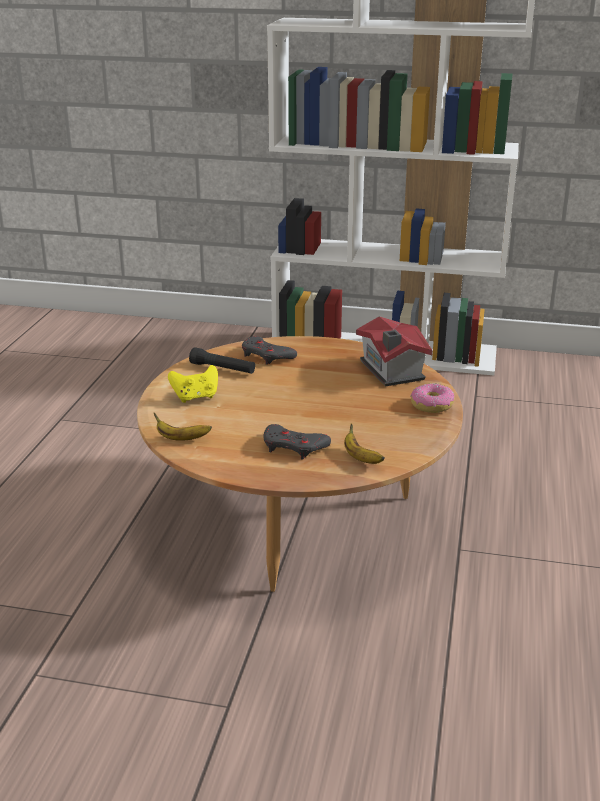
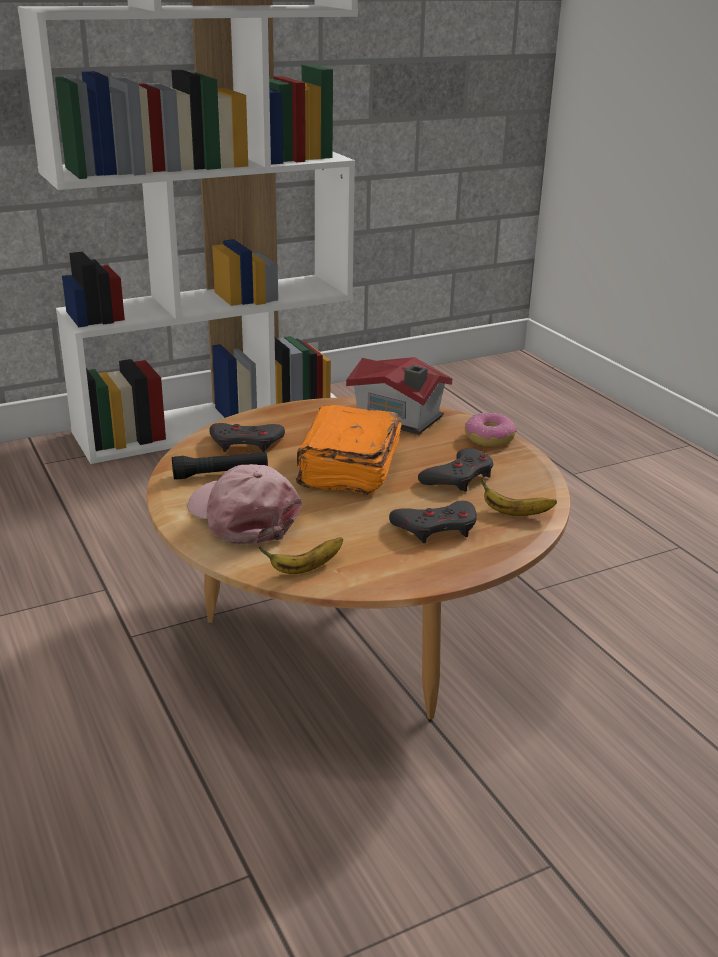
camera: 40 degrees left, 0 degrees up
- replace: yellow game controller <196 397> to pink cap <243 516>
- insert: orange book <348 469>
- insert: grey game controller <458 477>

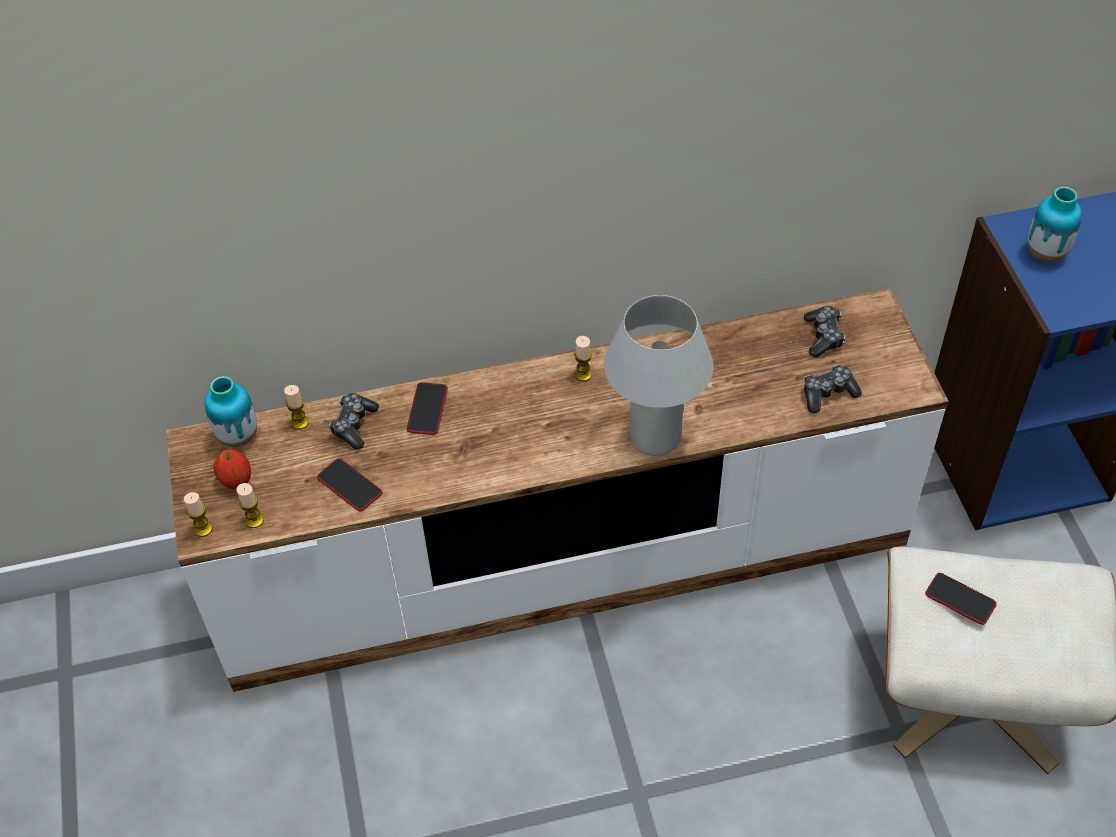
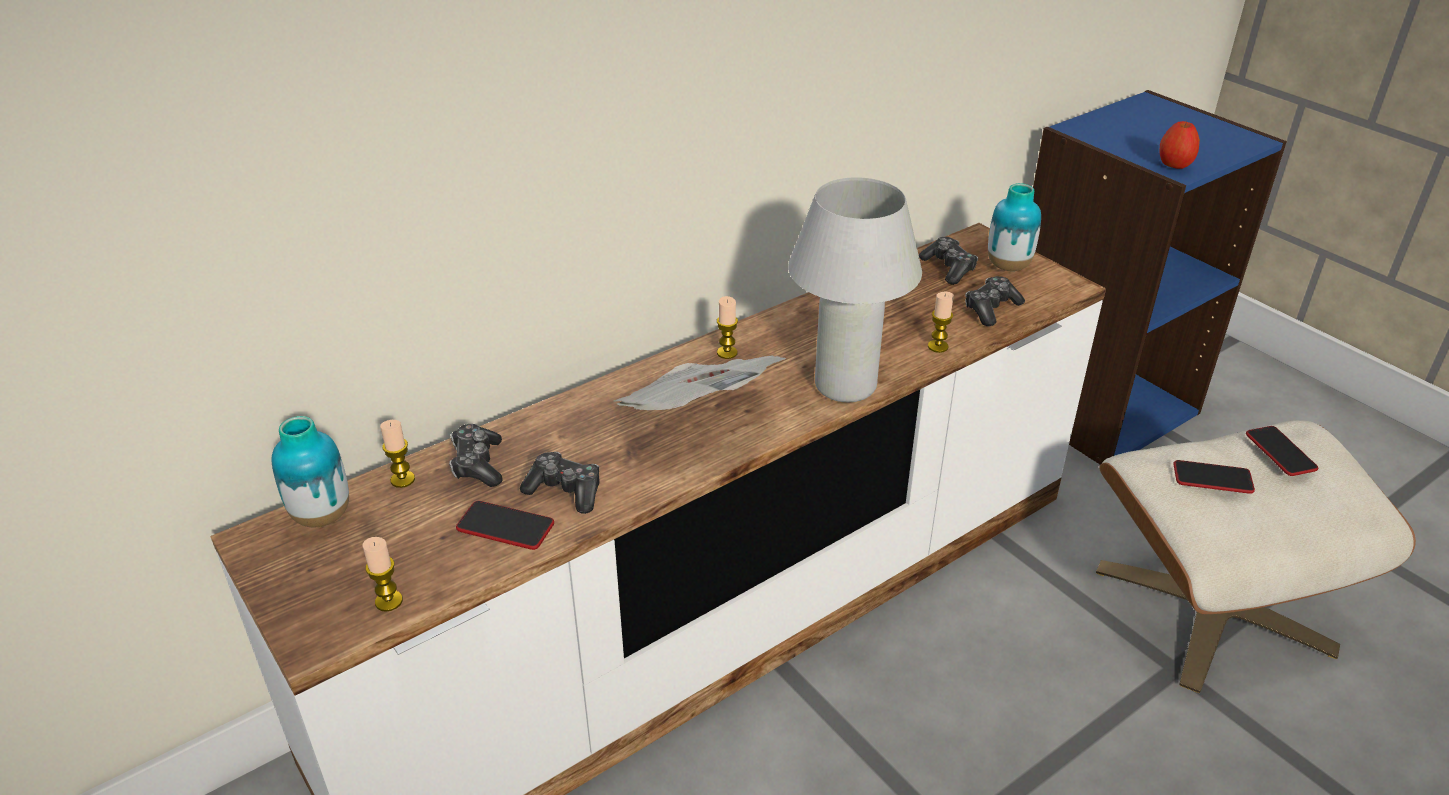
camera: 25 degrees left, 15 degrees down
- move: vase <1045 253> to <1008 266>
- move: phone <427 409> to <1280 452>
- move: apple <236 481> to <1174 165>
- move: candle <203 529> to <938 346>
- insert: newspaper <697 417>
- insert: game controller <565 491>

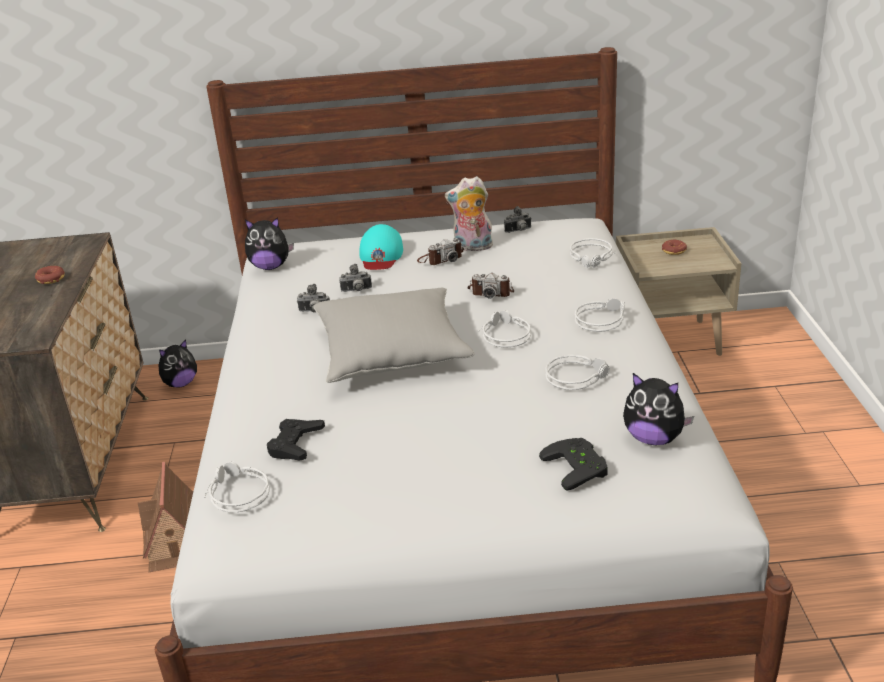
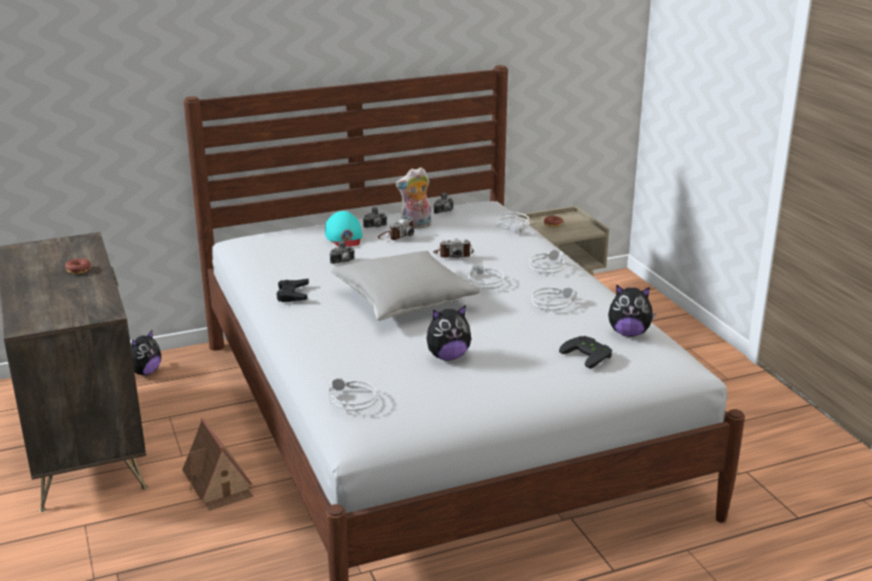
camera: 20 degrees left, 5 degrees down
- move: plush toy <270 266> to <447 356>
- move: photo camera <314 311> to <375 227>
- move: black game controller <295 444> to <292 294>

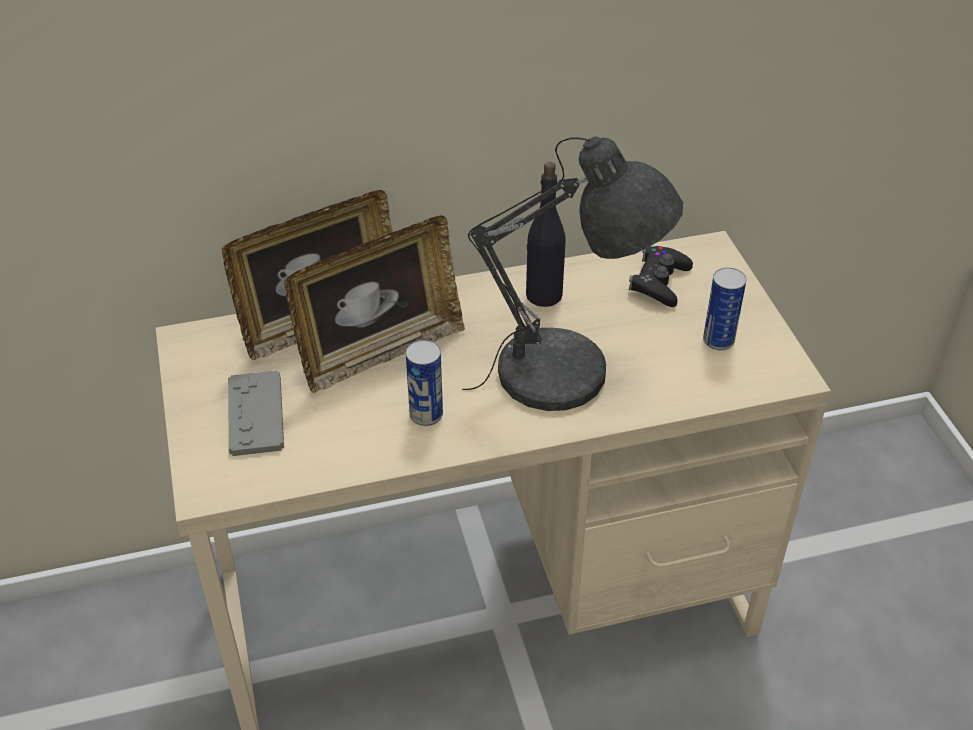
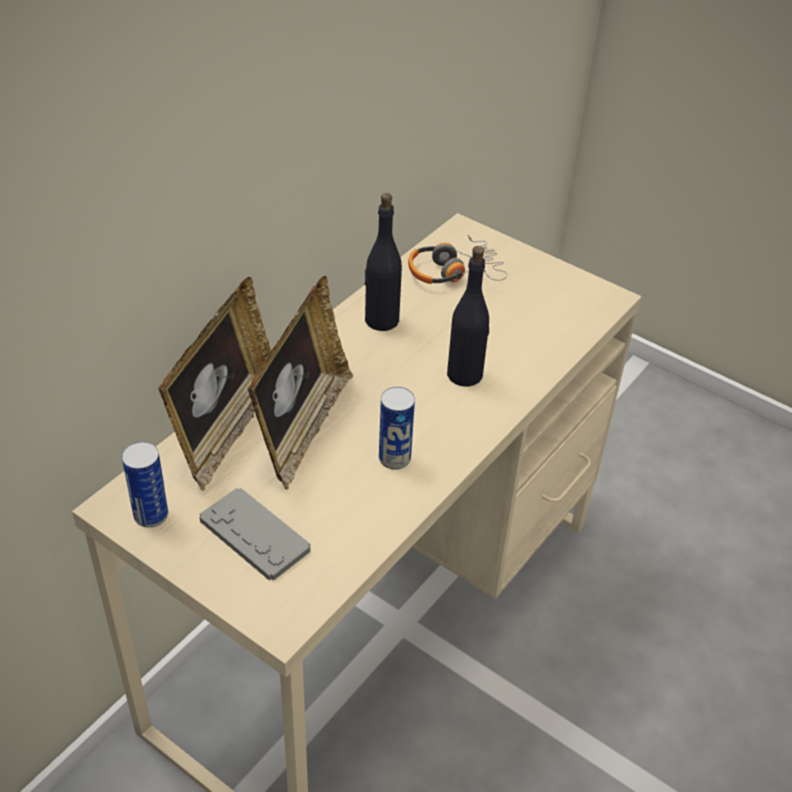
camera: 40 degrees left, 0 degrees up
- replace: grey table lamp <566 377> to black bottle <465 374>
- replace: black game controller <659 282> to headphones <454 271>
- move: can <718 341> to <151 515>

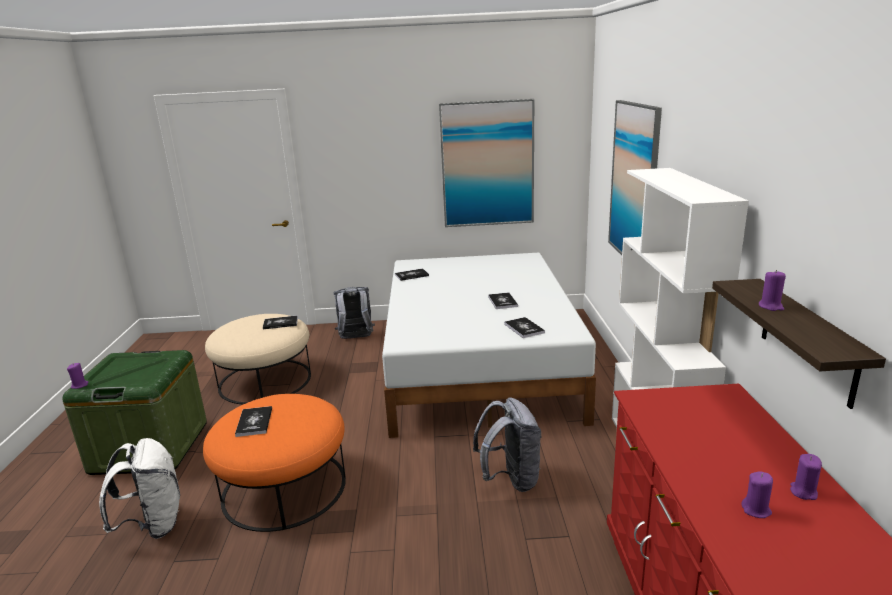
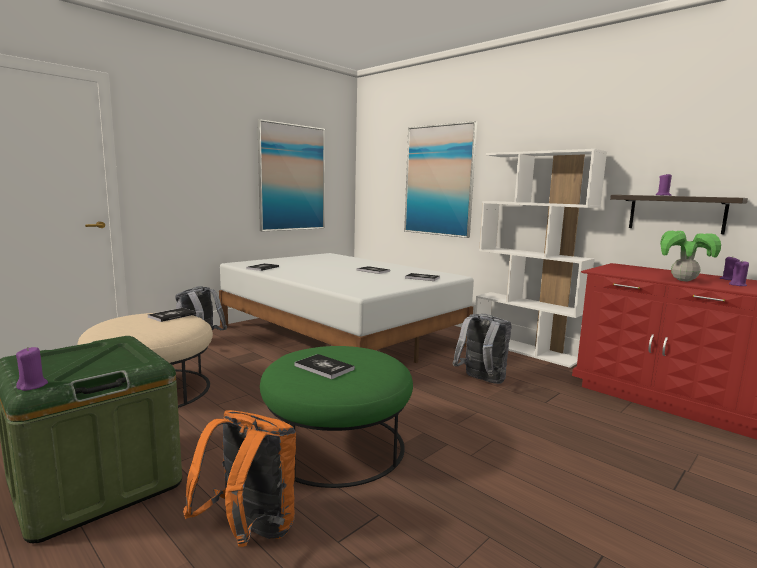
camera: 45 degrees left, 10 degrees down
- recolor: orange ottoman <284 487> to green ottoman <336 445>
- recolor: white backpack <153 525> to orange backpack <250 532>
- insert: potted plant <684 280>

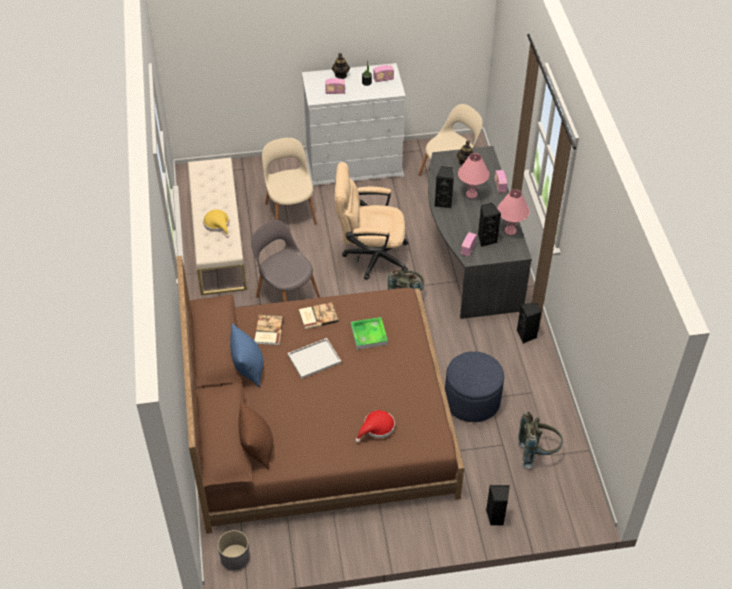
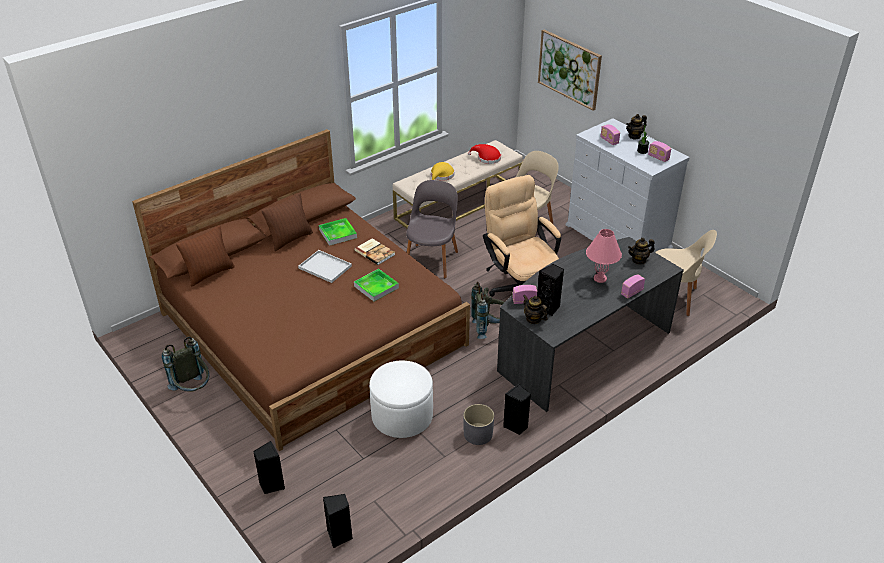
camera: 60 degrees right, 10 degrees down
- move: black speaker <443 202> to <340 536>
- delete: pink table lamp <510 230>
- replace: book <268 331> to tray <338 234>
- recolor: blue pillow <248 369> to brown pillow <290 239>
- recolor: blue ottoman <472 400> to white ottoman <402 416>
- move: red hat <377 428> to <487 158>
- move: grey backpack <537 452> to <193 390>
- move: grey planter <235 557> to <478 433>
- insert: picture <569 69>
- insert: teapot <533 319>

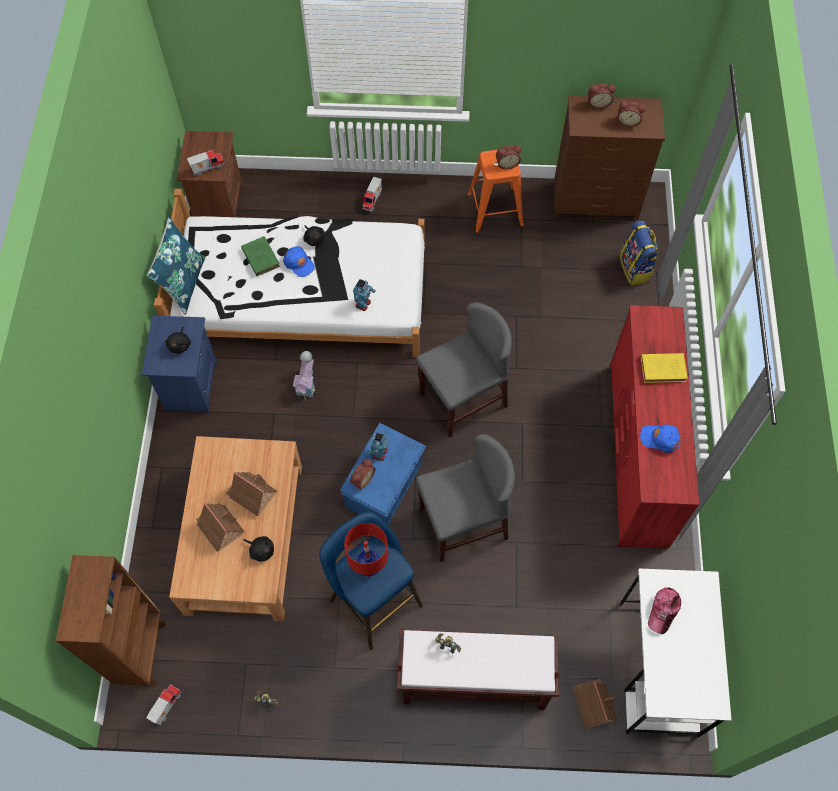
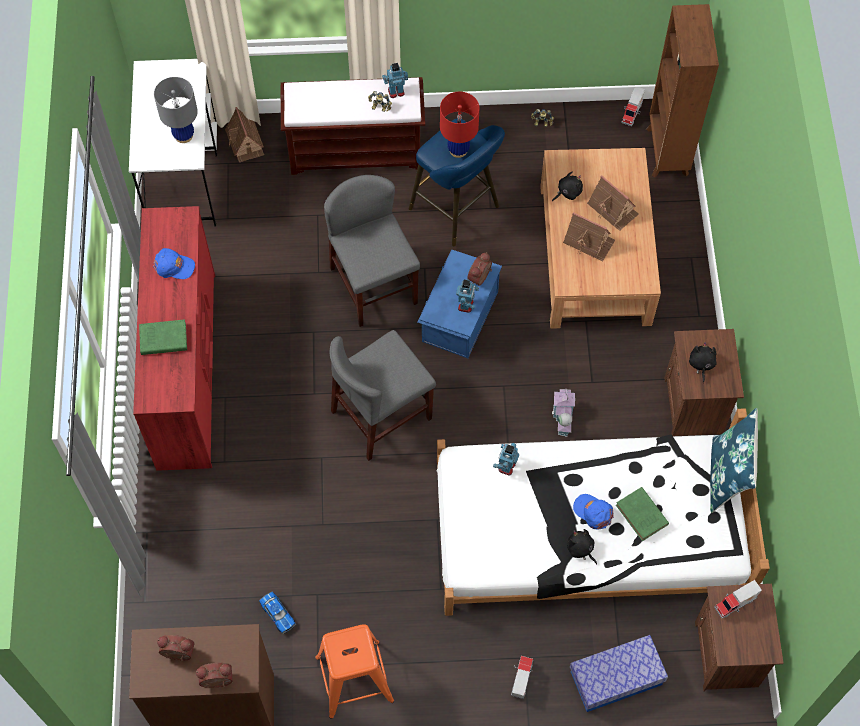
camera: 175 degrees right, 0 degrees up
- delete: alarm clock <507 163>
- delete: backpack <635 268>
- recolor: blue nightstand <189 386> to brown nightstand <694 406>
- recolor: yellow book <664 369> to green book <162 339>
- rotate: grey chair <463 523> = <374 285> 90 degrees clockwise
- rotate: black plush toy <261 550> = <568 192> 120 degrees clockwise
- replace: cap <663 610> to grey table lamp <183 135>
- insert: toy robot <396 91>
- insert: toy car <277 614>
- insert: storage box <616 678>

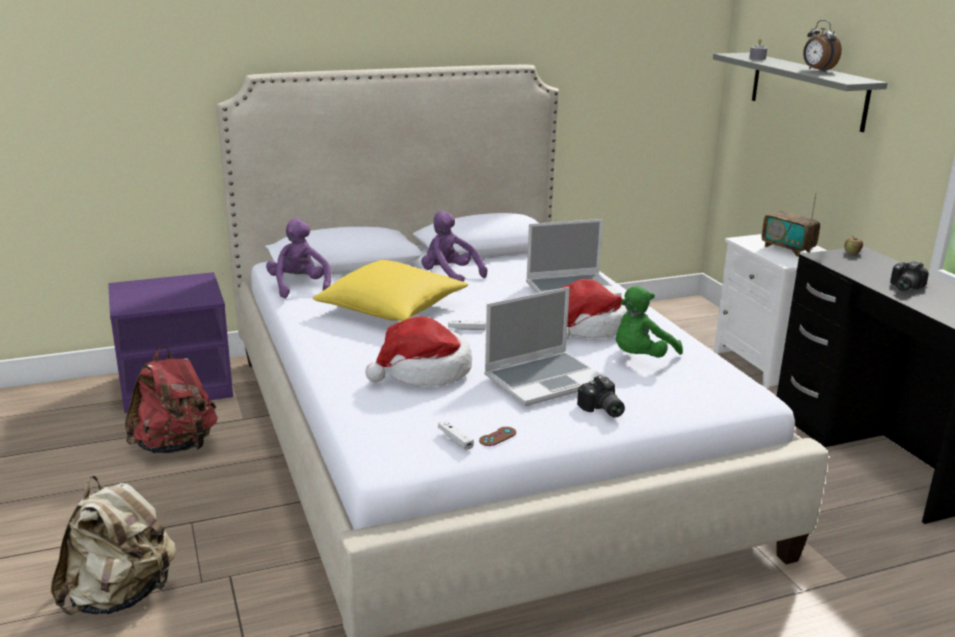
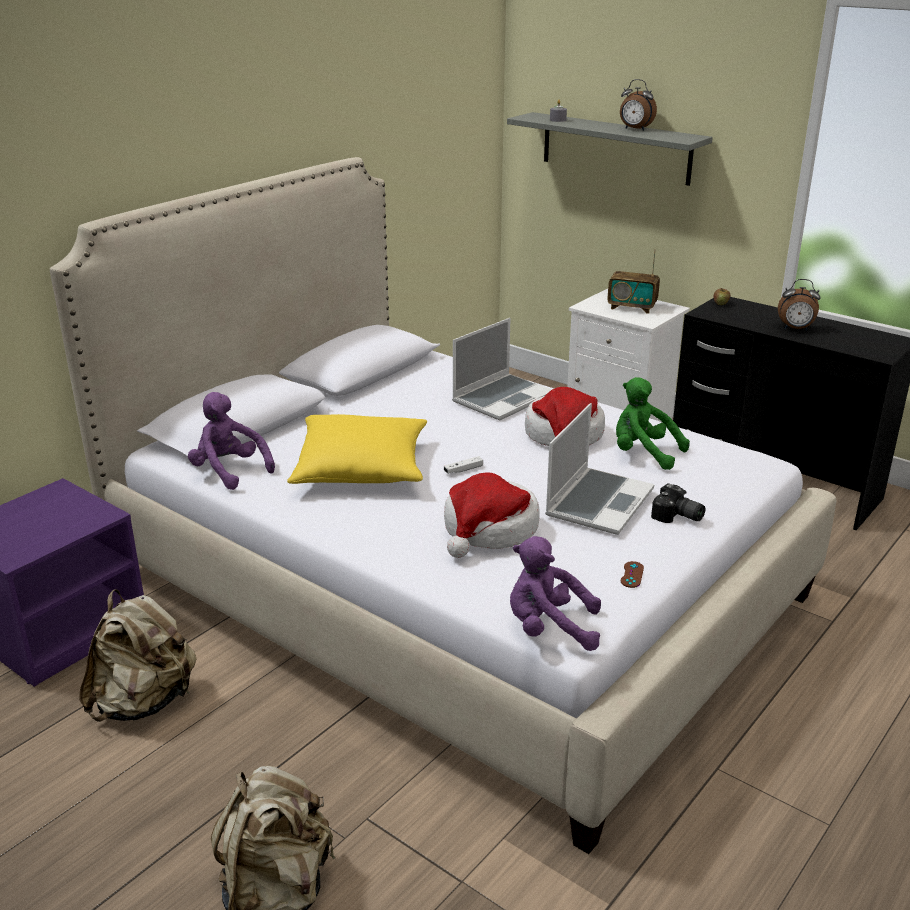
camera: 30 degrees left, 5 degrees up
- move: purple plush toy <449 276> to <549 629>
- replace: photo camera <903 287> to alarm clock <795 329>
- rotate: green plush toy <641 358> = <643 454> 105 degrees clockwise
- recolor: red backpack <176 446> to beige backpack <144 702>
- delete: white game controller <455 439>

